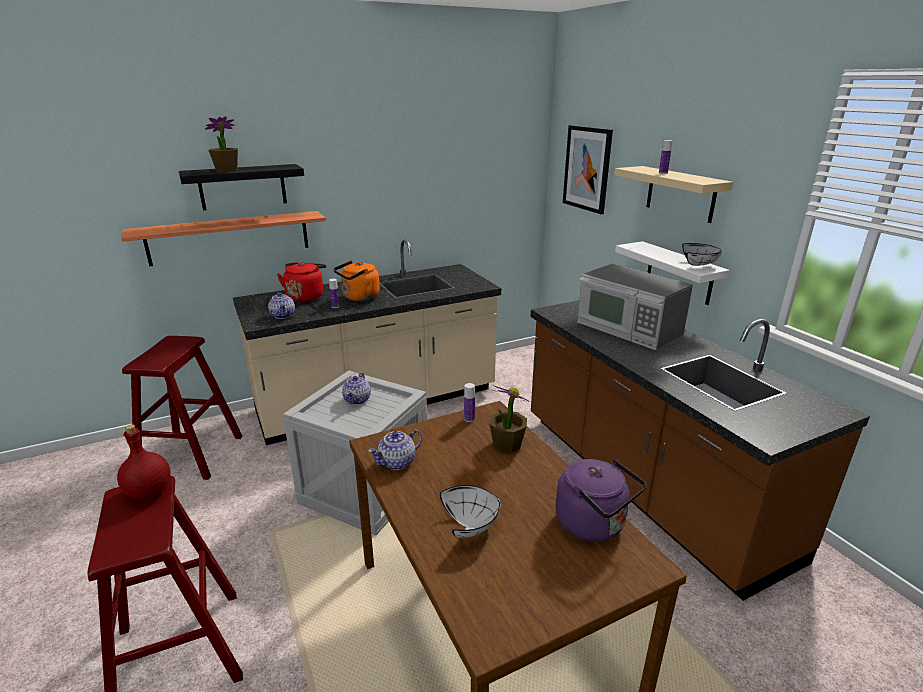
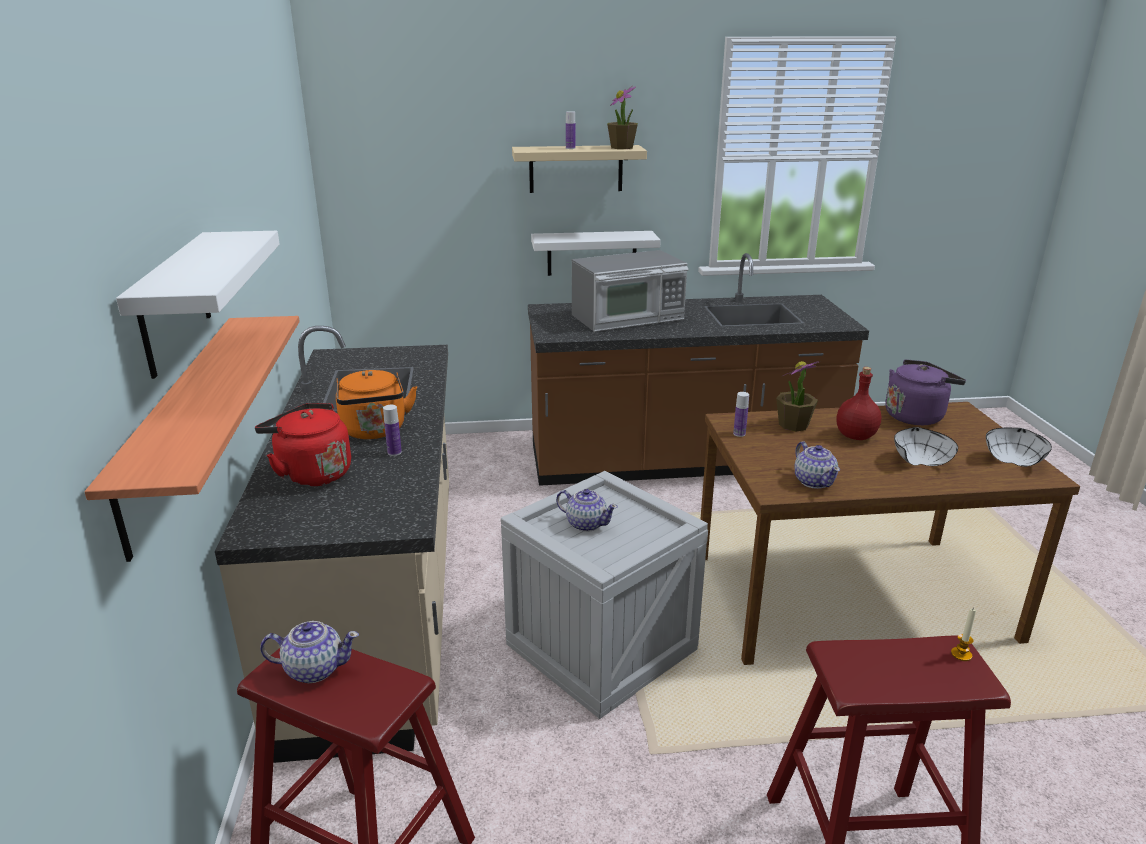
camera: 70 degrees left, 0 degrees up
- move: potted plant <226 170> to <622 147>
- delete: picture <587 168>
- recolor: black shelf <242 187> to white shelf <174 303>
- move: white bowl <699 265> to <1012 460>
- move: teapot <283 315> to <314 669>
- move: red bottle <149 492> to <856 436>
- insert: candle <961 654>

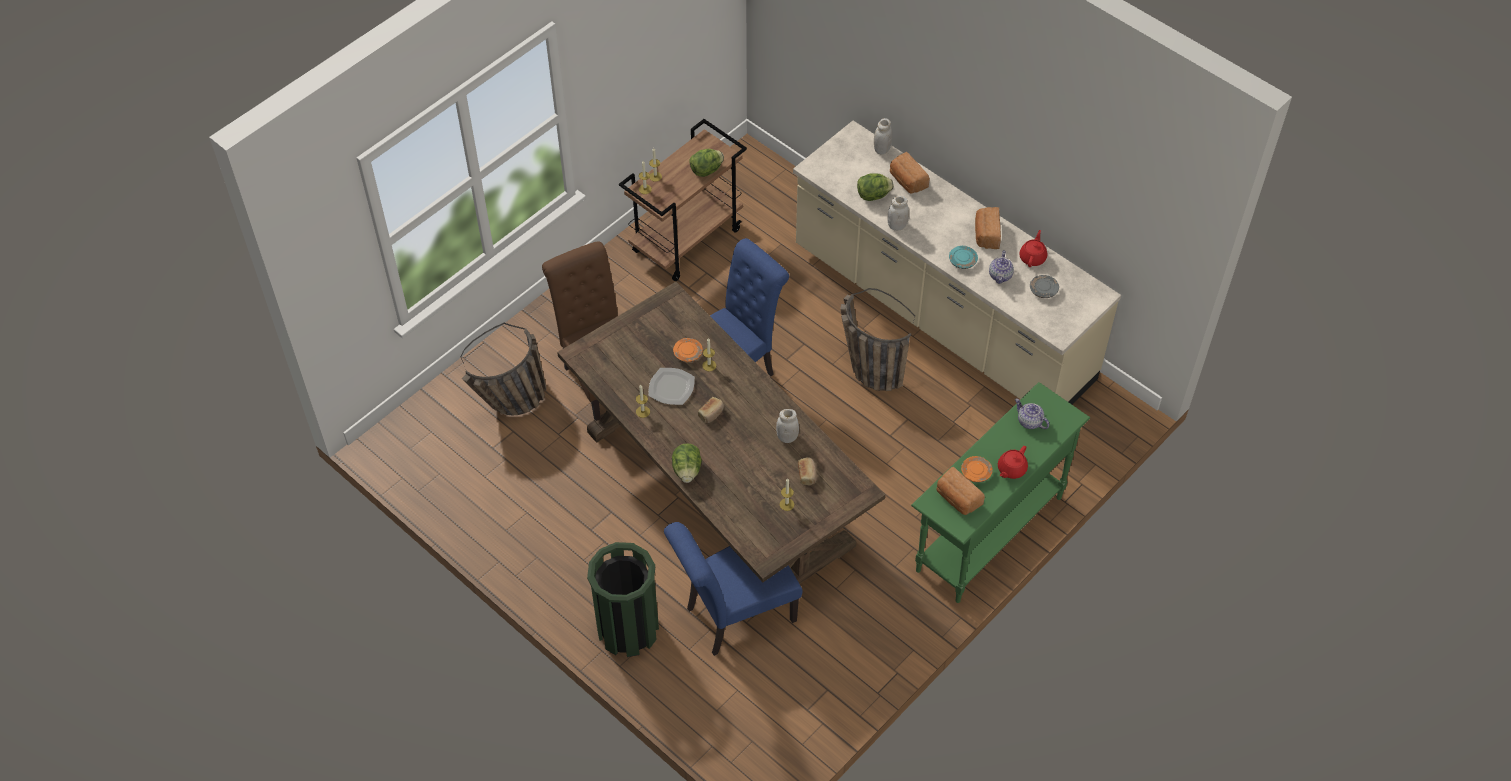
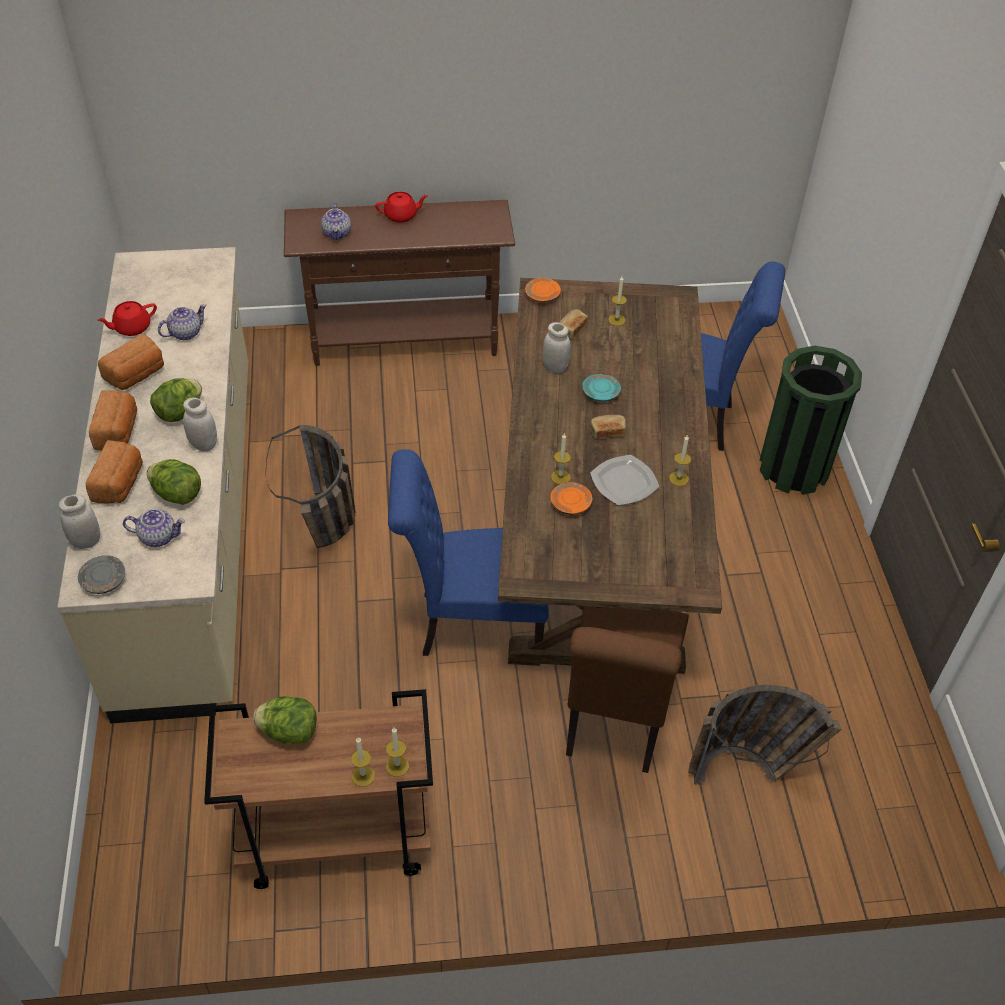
camera: 140 degrees left, 5 degrees down
- move: turquoise plate <962 261> to <600 393>
- move: grey plate <1043 290> to <104 580>
- recolor: green console table <988 534> to brown console table <405 341>
- move: lettuce <687 470> to <180 412>
- move: orange plate <976 472> to <542 296>
- move: bread <957 499> to <118 431>
- insert: teapot <159 536>

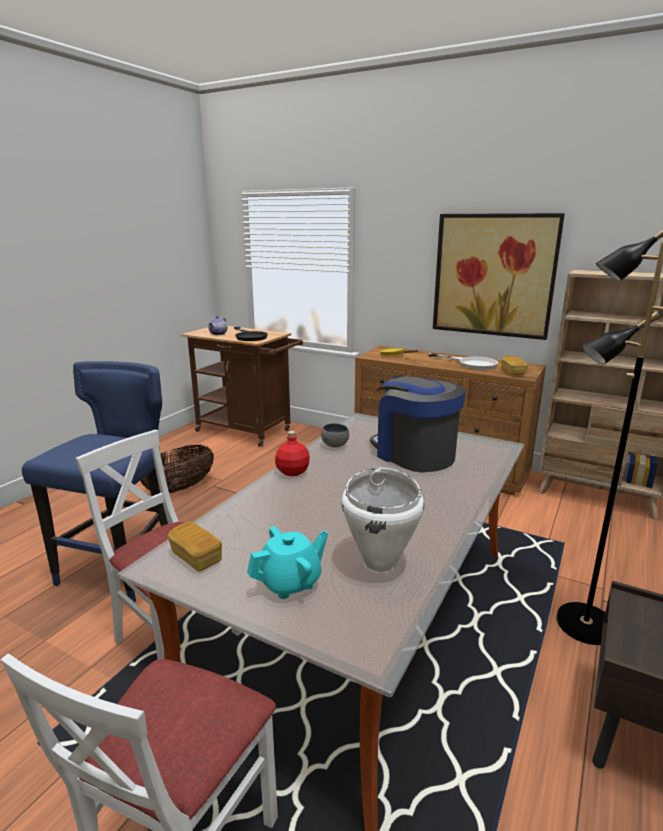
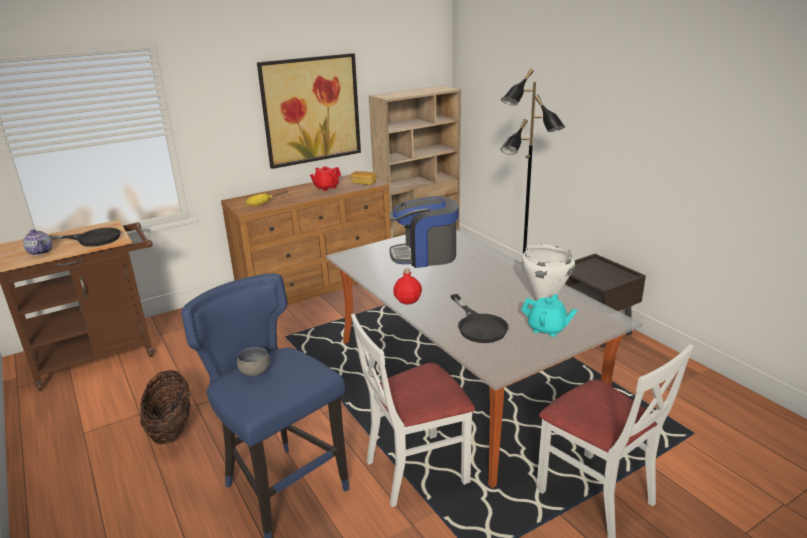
camera: 60 degrees left, 5 degrees up
- replace: white frying pan <471 364> to red teapot <326 188>
- move: grey bowl <336 445> to <256 371>
- delete: bread <196 557>
- rotate: turquoise teapot <290 582> = <547 329> 120 degrees clockwise
- insert: black frying pan <478 325>

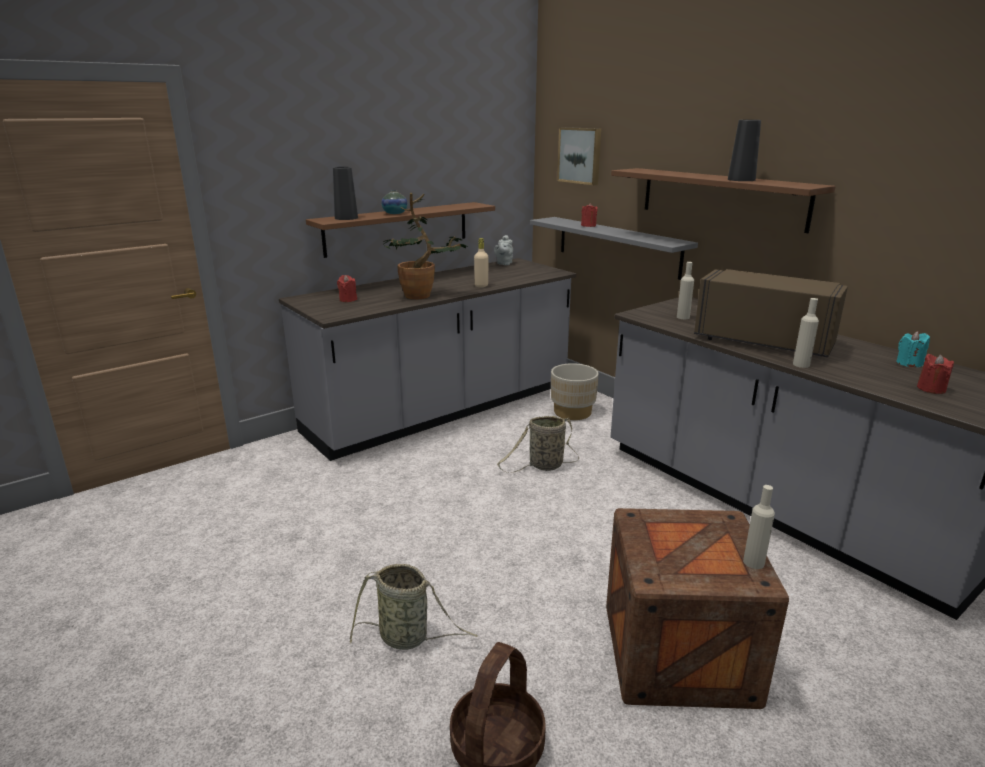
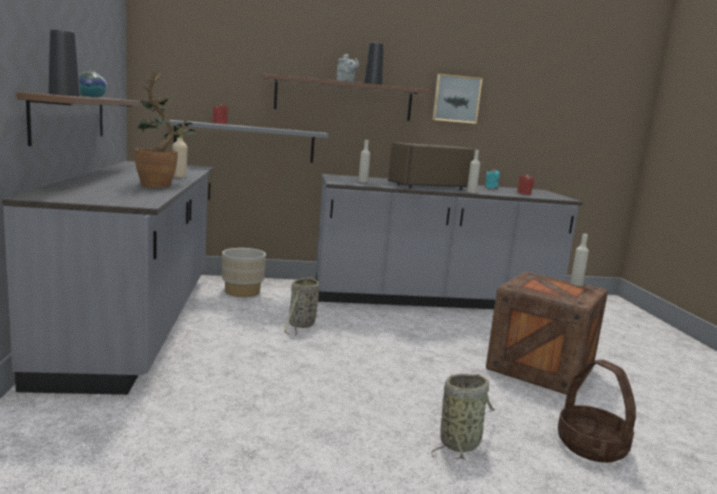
camera: 60 degrees left, 10 degrees down
- move: picture <580 155> to <456 99>
- move: grey teapot <504 263> to <346 81>
- delete: red candle <348 299>

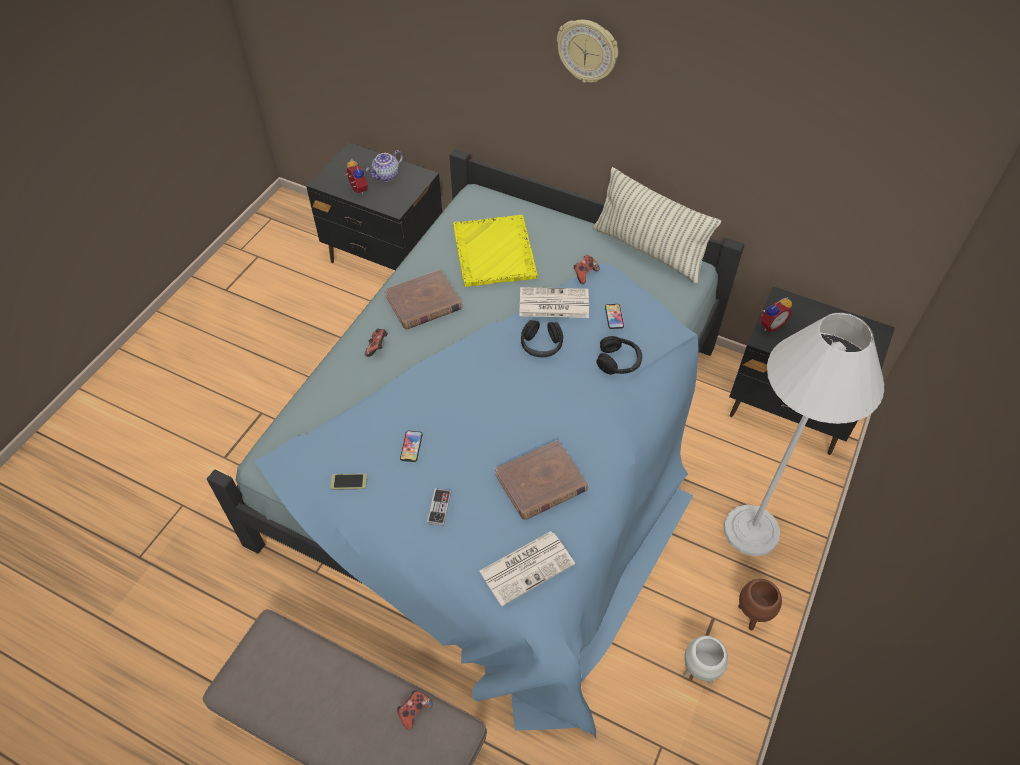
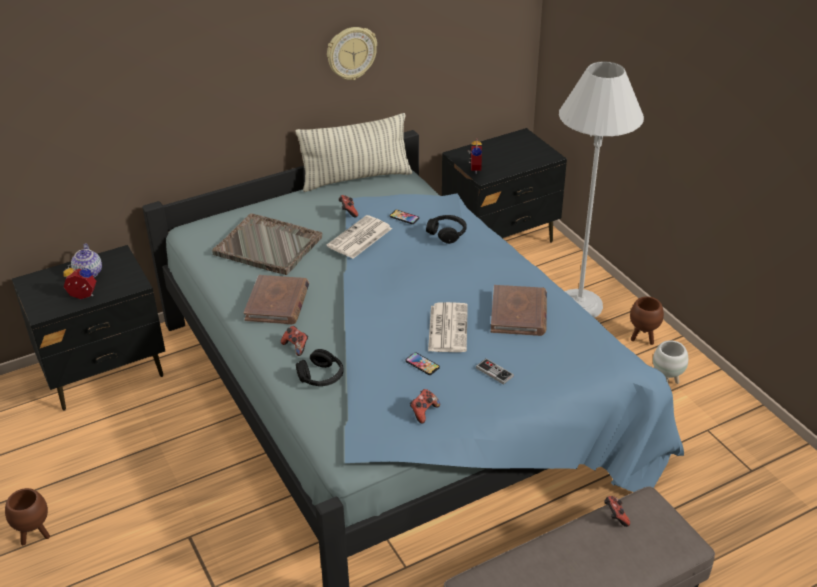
camera: 55 degrees left, 15 degrees down
- move: wall clock <587 50> to <351 53>
- recolor: yellow tray <494 253> to grey tray <269 246>
- move: black headphones <541 345> to <321 376>
- replace: phone <349 482> to game controller <423 412>
- move: newspaper <527 566> to <447 327>
- insert: brown planter <35 536>

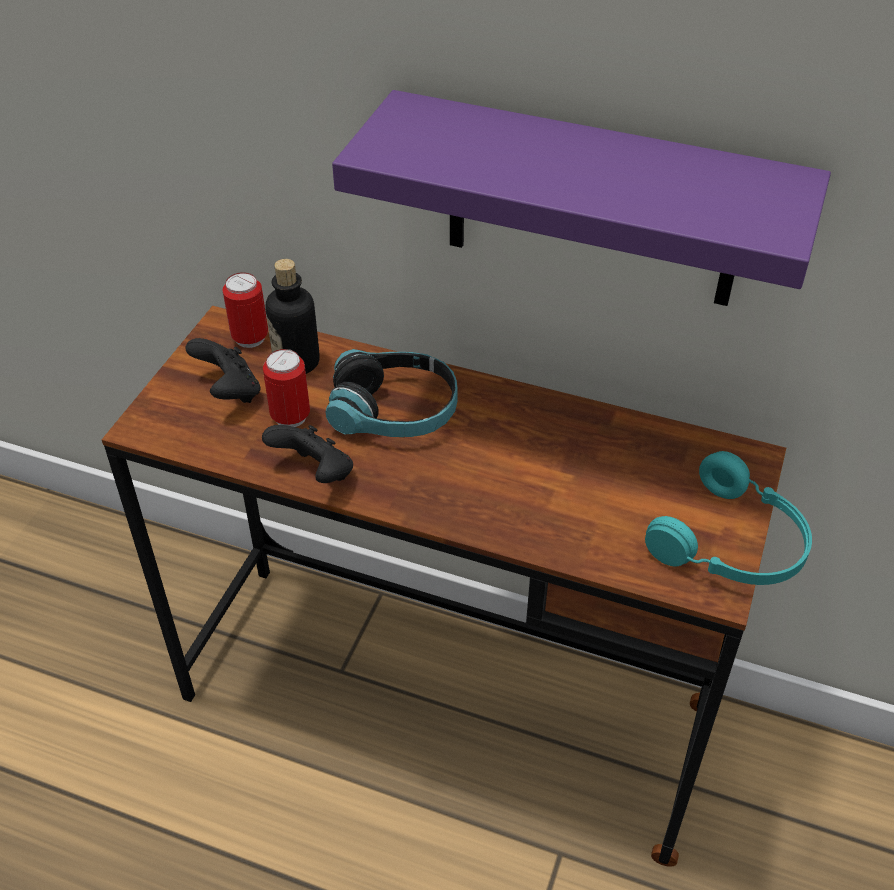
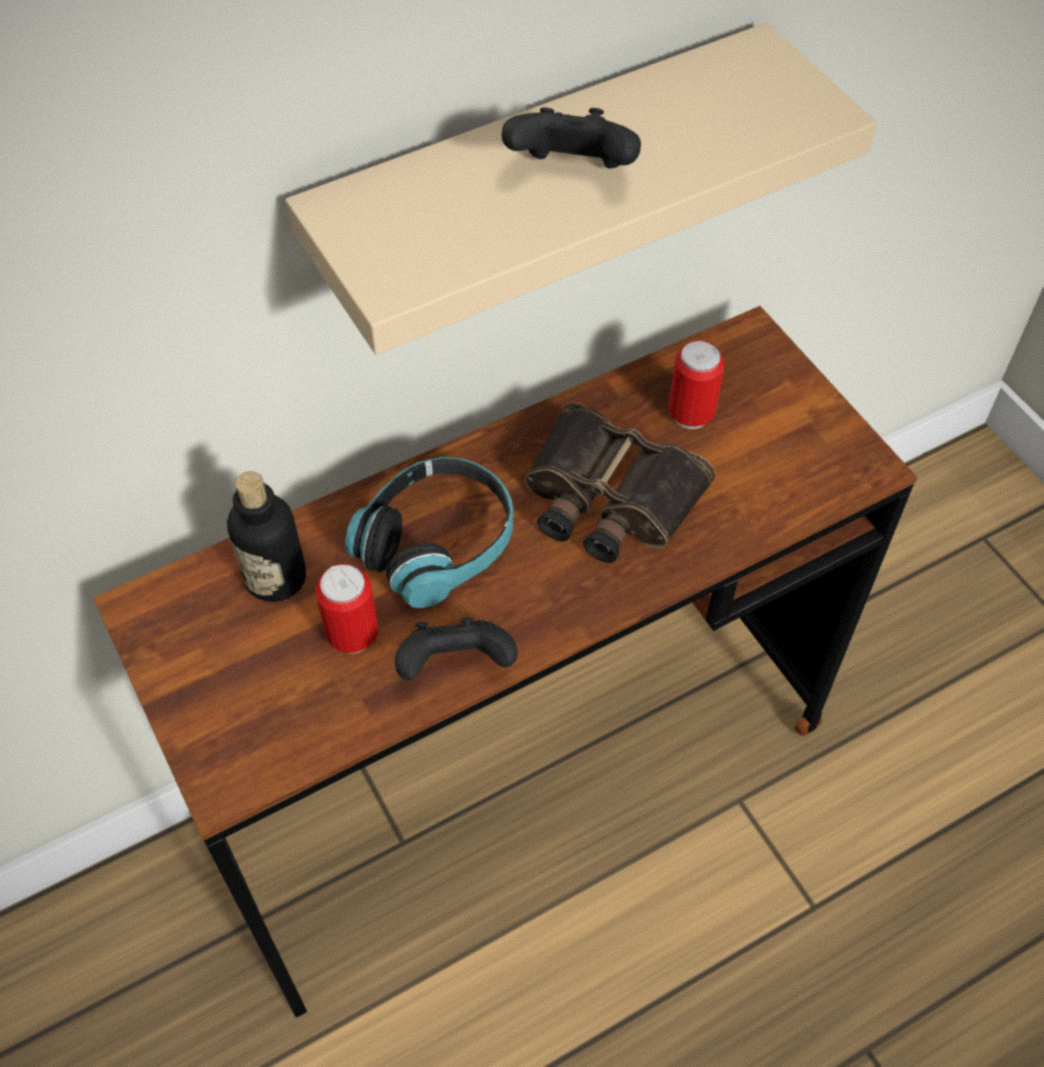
camera: 50 degrees left, 10 degrees up
- recolor: purple shelf <592 203> to beige shelf <538 189>
- move: can <250 338> to <691 414>
- move: black game controller <229 391> to <572 173>
- delete: turquoise headphones <733 544>
- insert: binoculars <607 499>

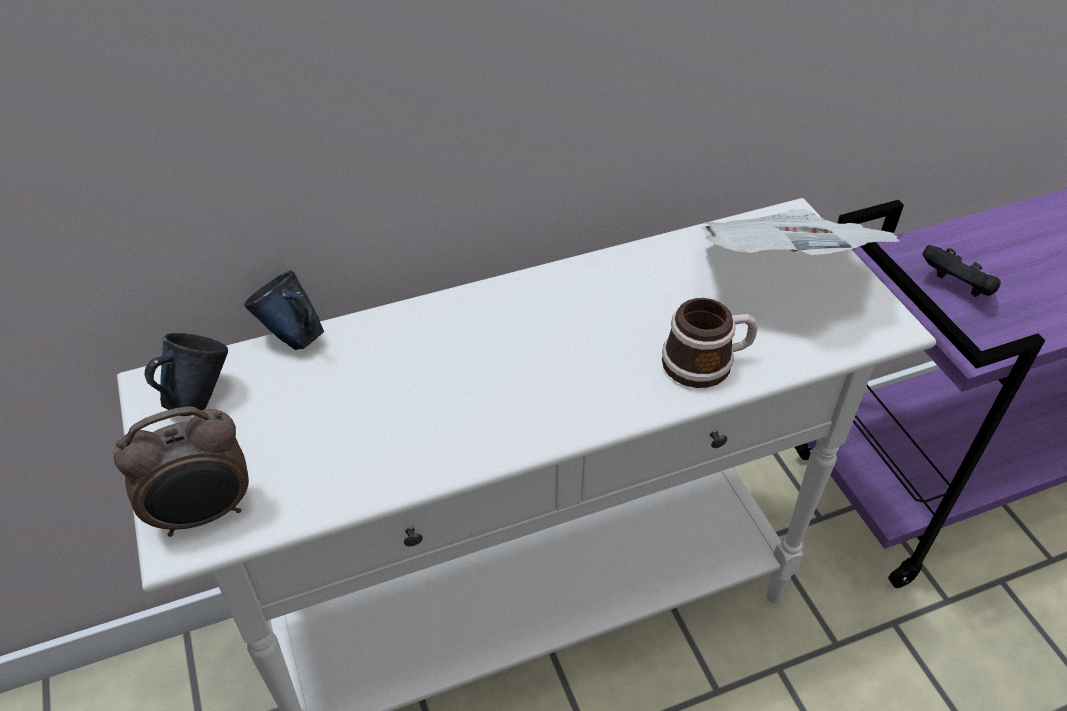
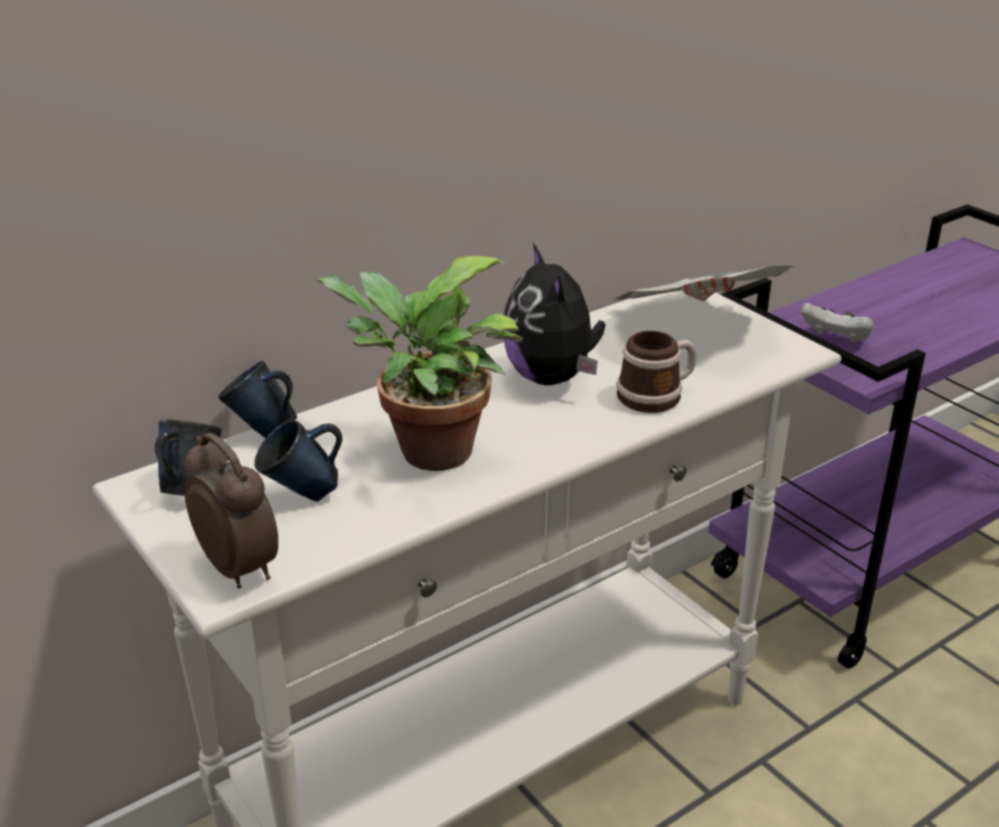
camera: 15 degrees left, 15 degrees down
- recolor: black game controller <955 287> to white game controller <835 340>
- rotate: alarm clock <205 514> = <240 567> 90 degrees counterclockwise
- insert: plush toy <552 378>
- insert: potted plant <426 453>
- insert: blue mug <303 497>

